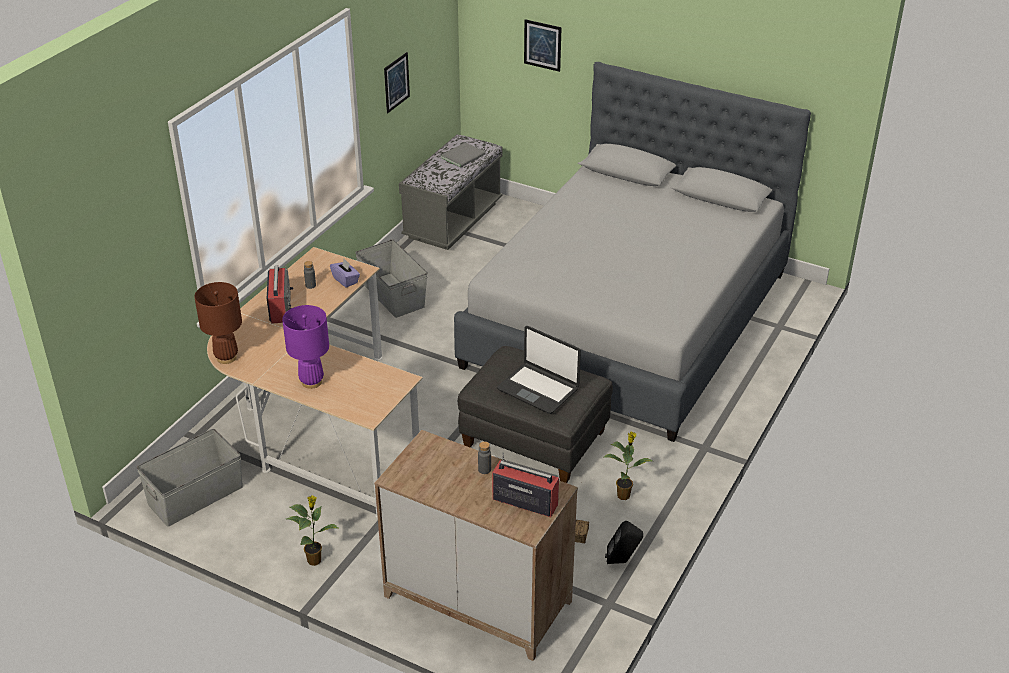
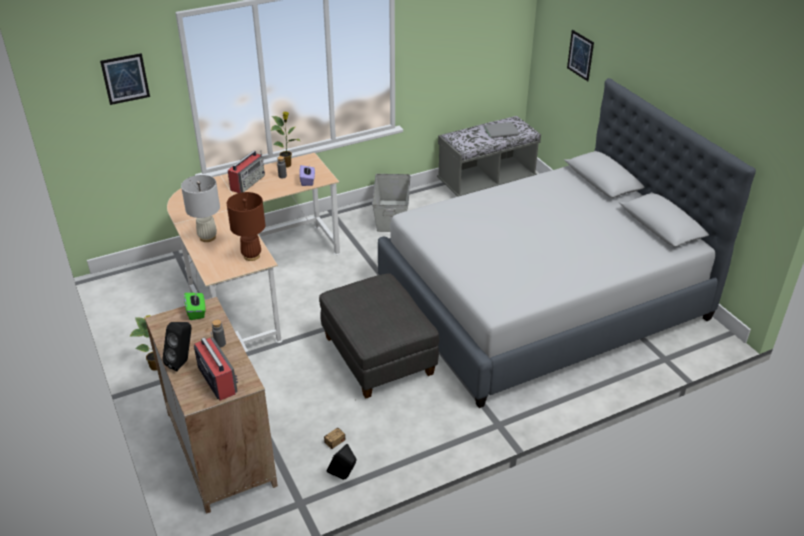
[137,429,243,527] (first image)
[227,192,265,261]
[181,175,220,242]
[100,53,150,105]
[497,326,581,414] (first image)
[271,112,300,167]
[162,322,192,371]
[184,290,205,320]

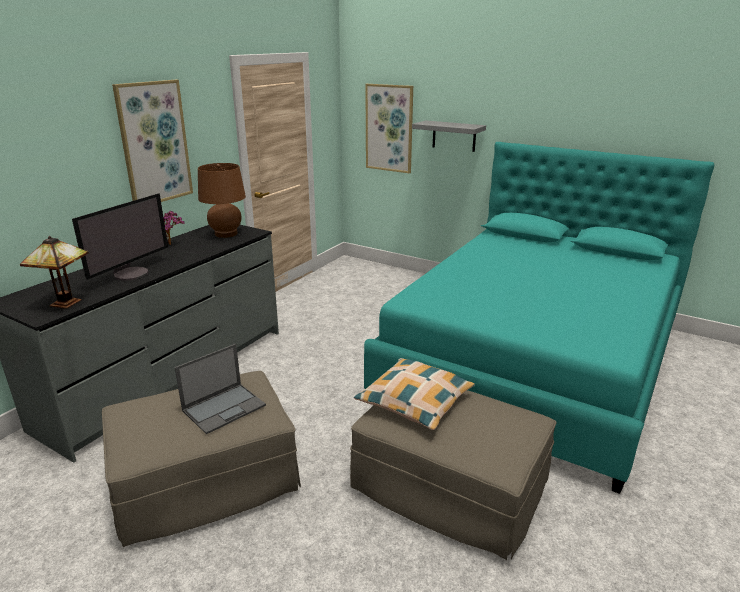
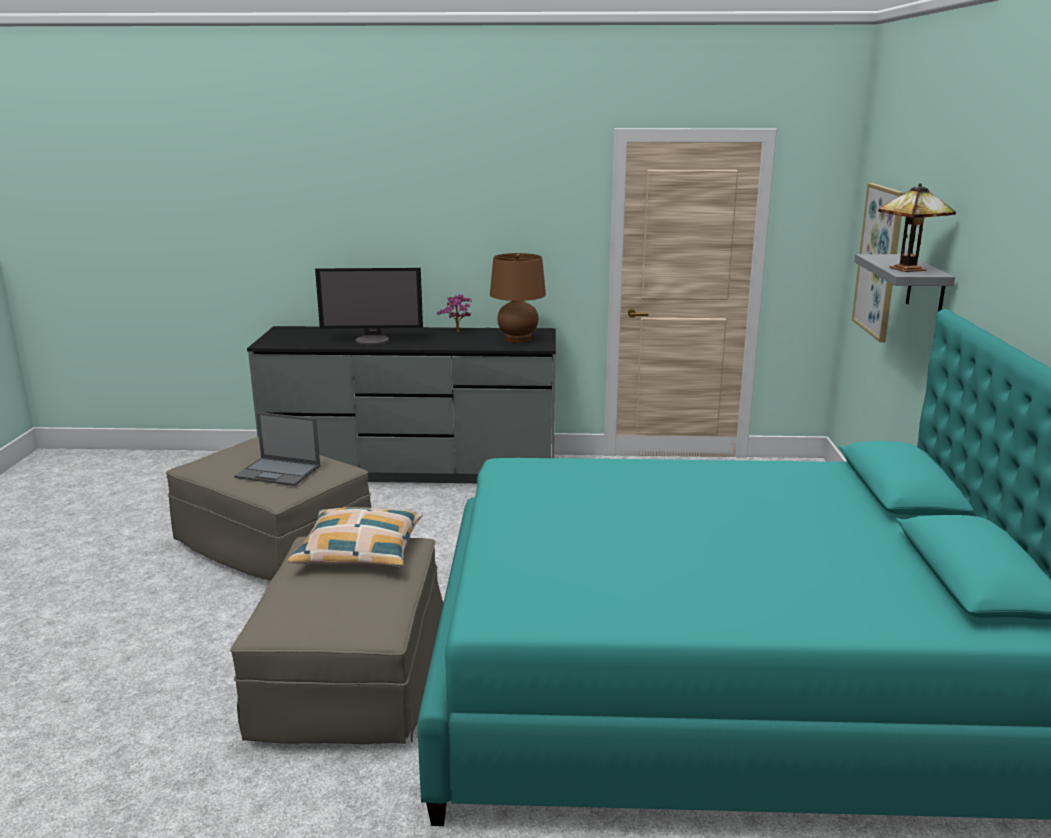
[878,183,956,272]
[112,80,193,202] (first image)

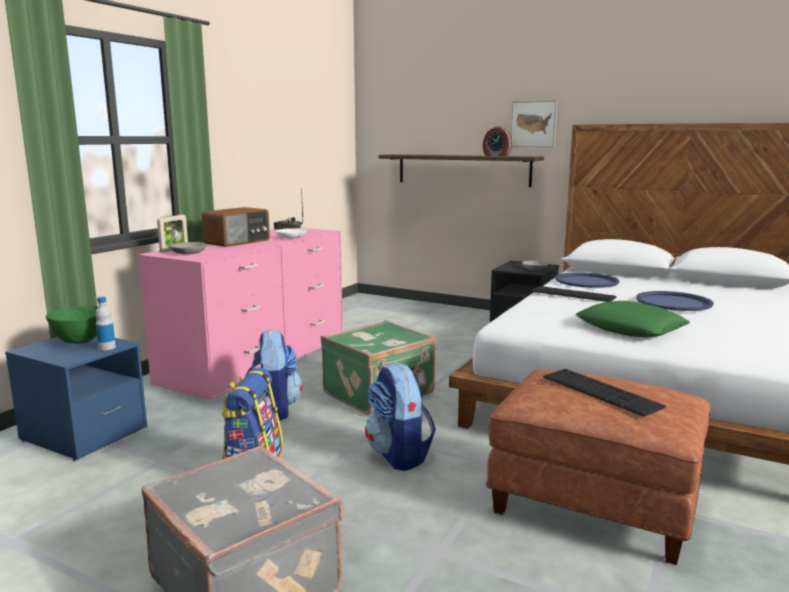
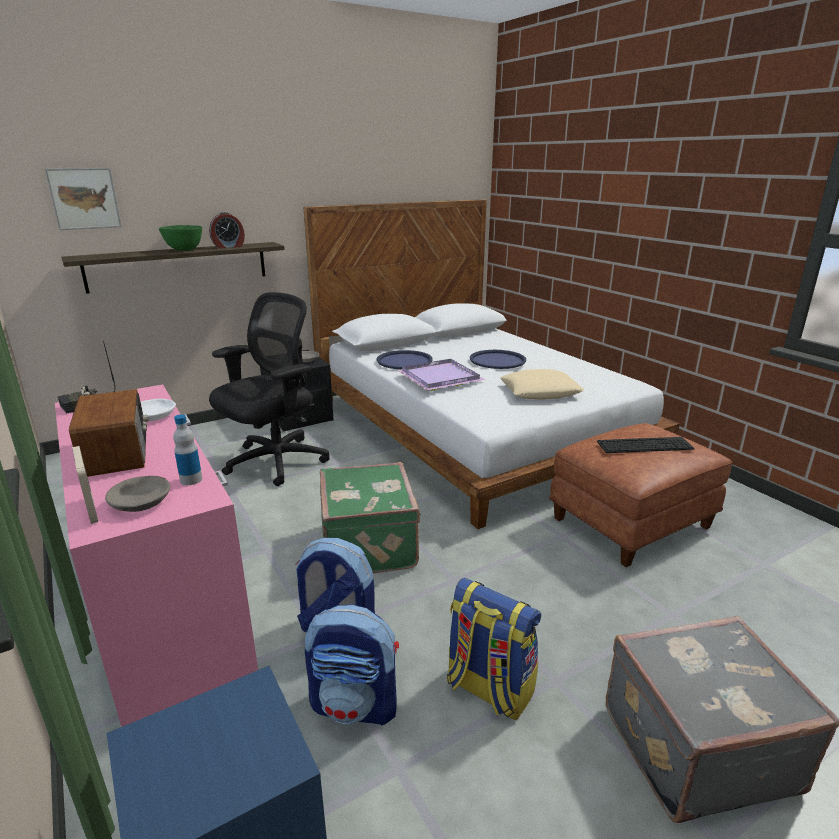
[159,225,202,251]
[173,414,202,485]
[305,604,399,726]
[45,168,122,230]
[398,359,485,391]
[500,369,584,400]
[209,292,329,486]

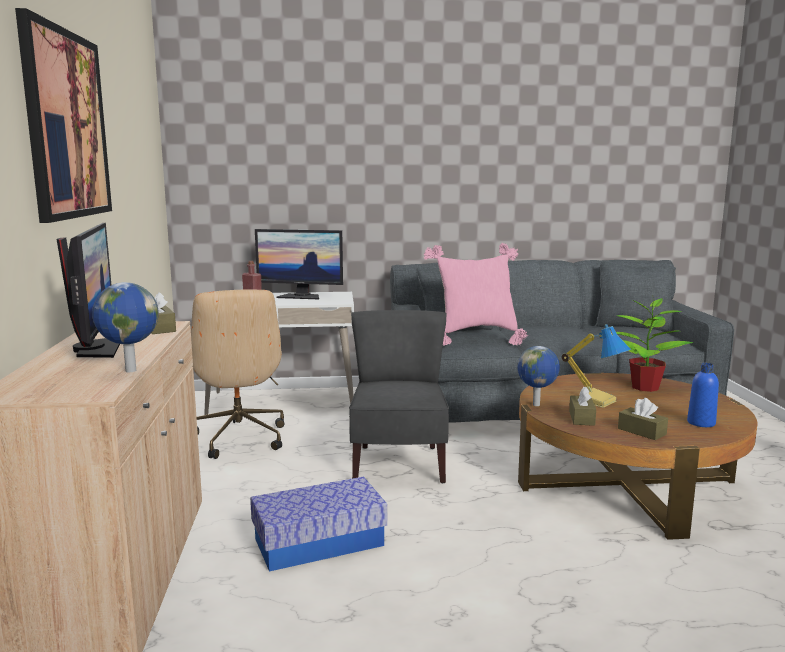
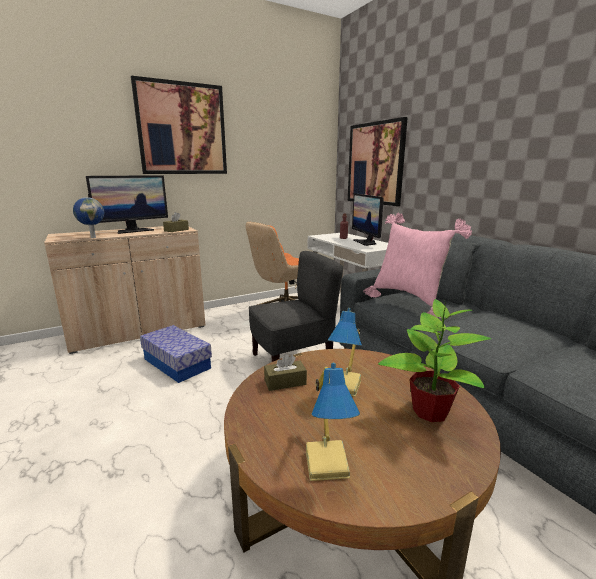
[517,346,560,406] (first image)
[618,398,668,440] (first image)
[306,363,360,481]
[348,117,408,206]

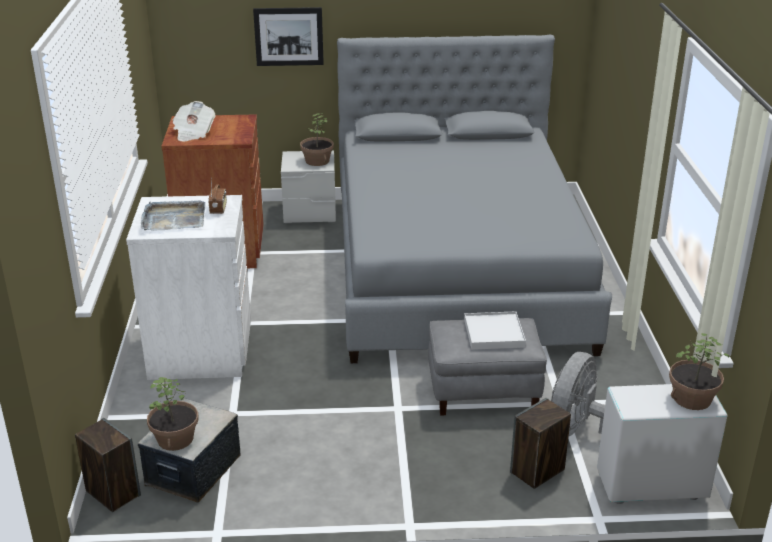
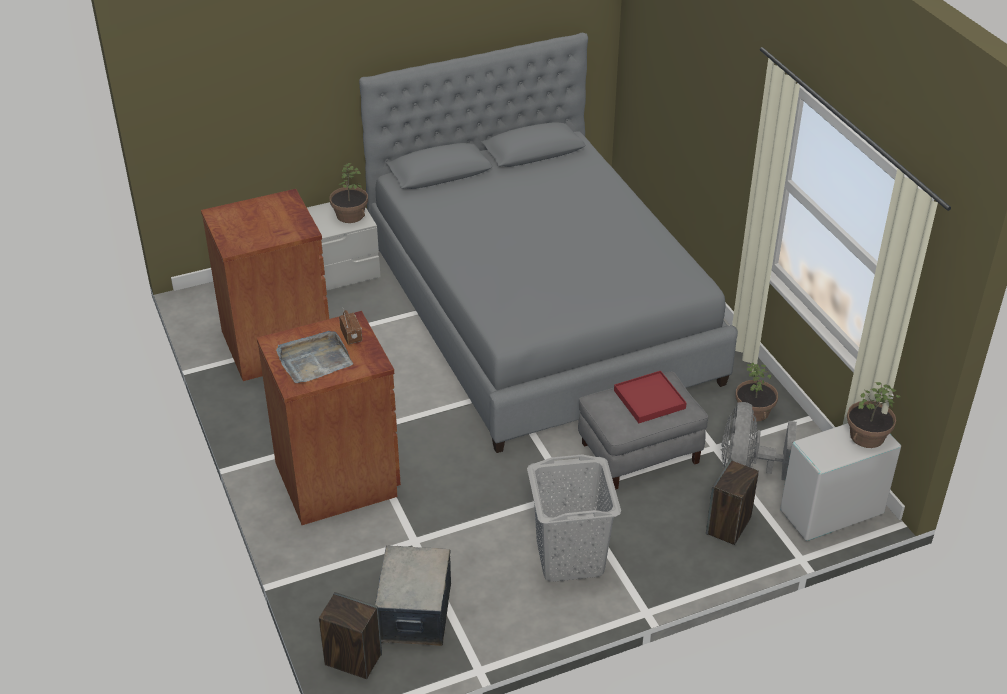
[257,311,401,525]
[736,363,778,422]
[172,101,215,141] (first image)
[253,7,324,66] (first image)
[614,371,687,423]
[527,455,621,582]

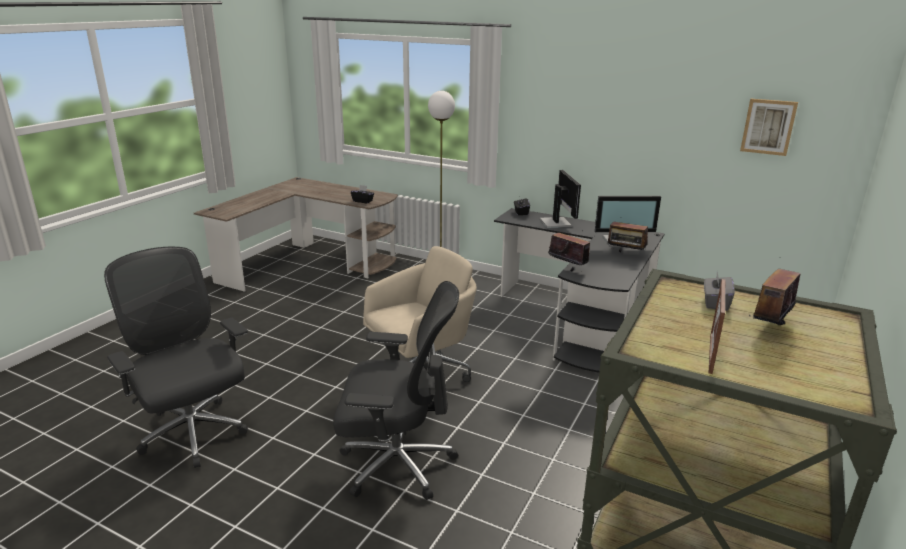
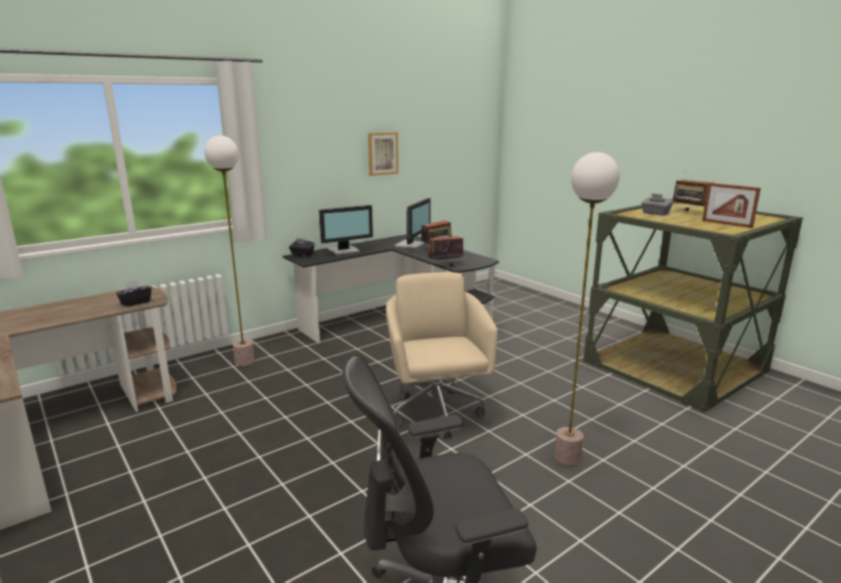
[554,152,620,466]
[319,205,373,255]
[368,132,398,176]

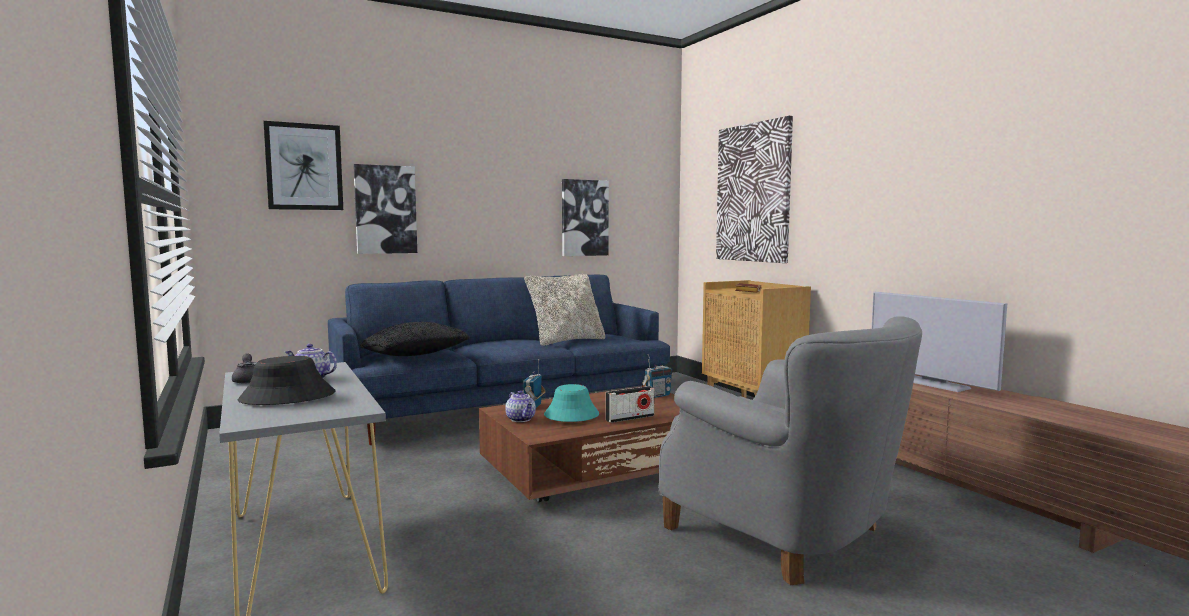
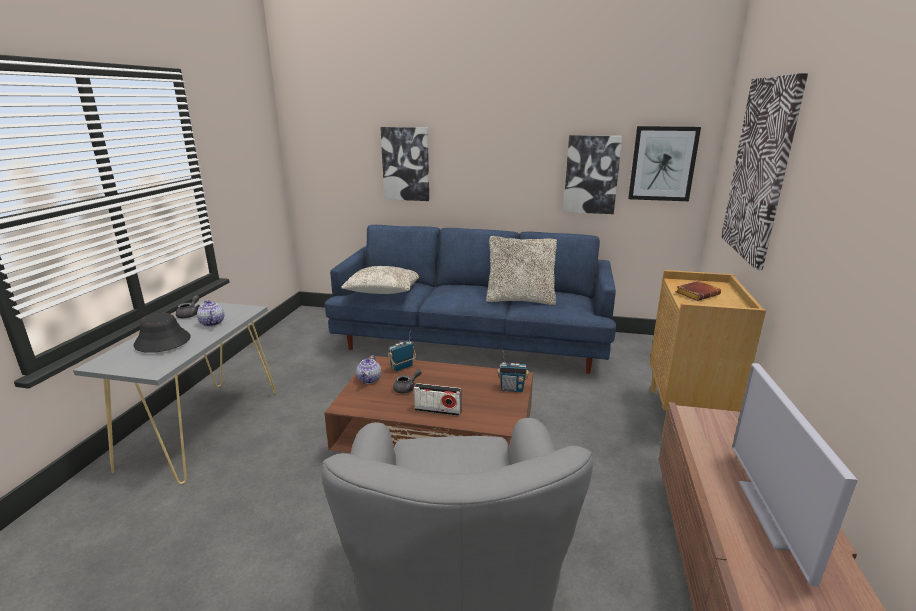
[628,126,701,201]
[341,266,419,294]
[393,369,422,394]

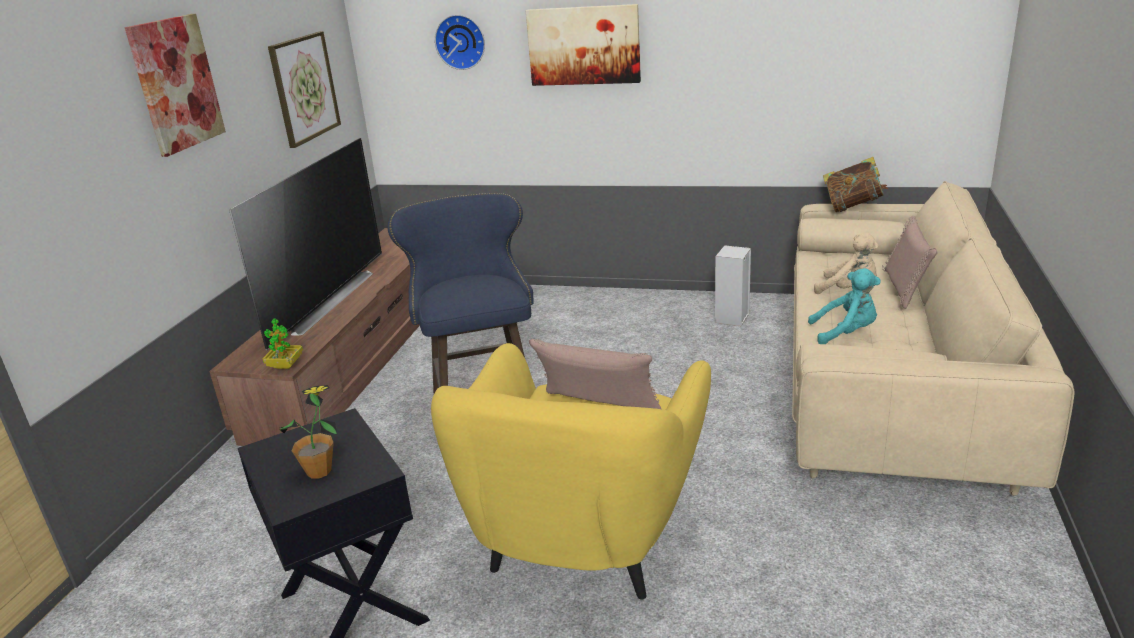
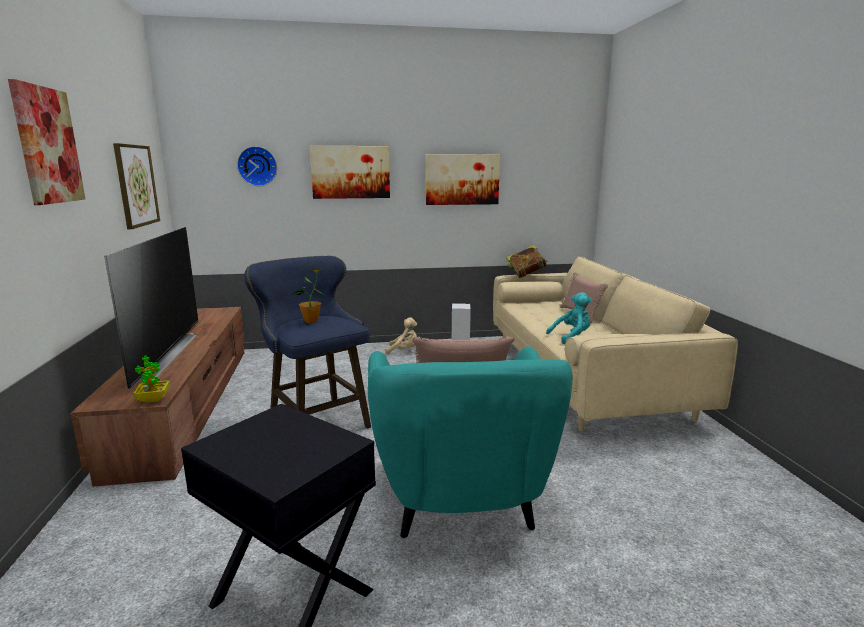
[293,269,324,323]
[368,346,572,538]
[385,317,417,354]
[426,154,500,205]

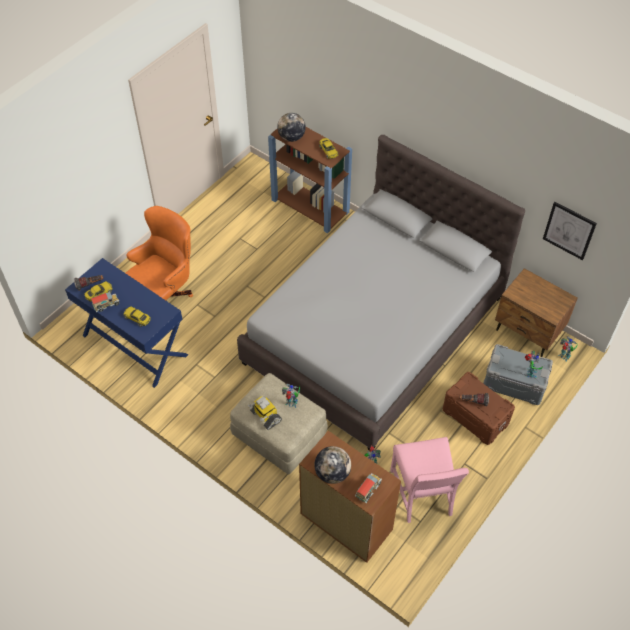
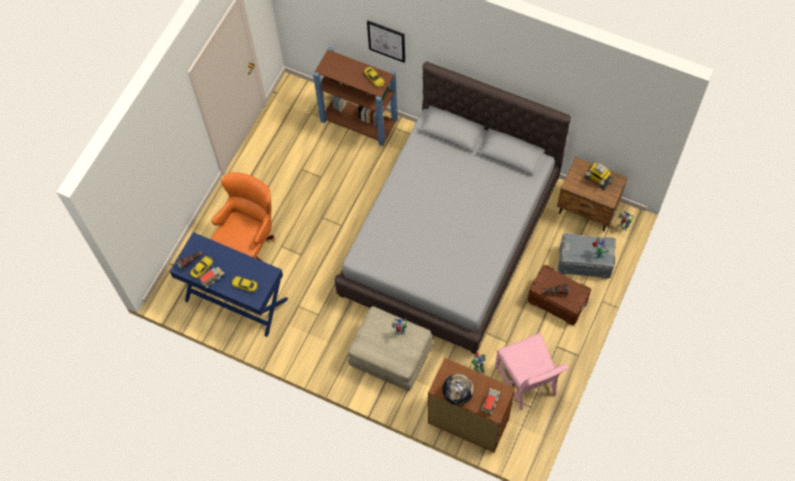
[585,163,613,190]
[277,113,306,142] (first image)
[367,21,405,63]

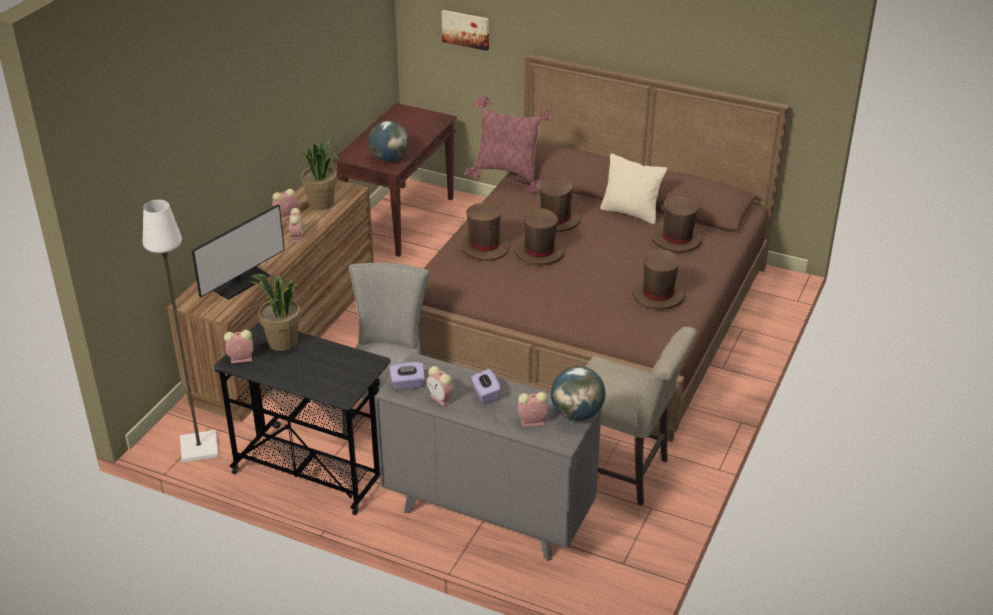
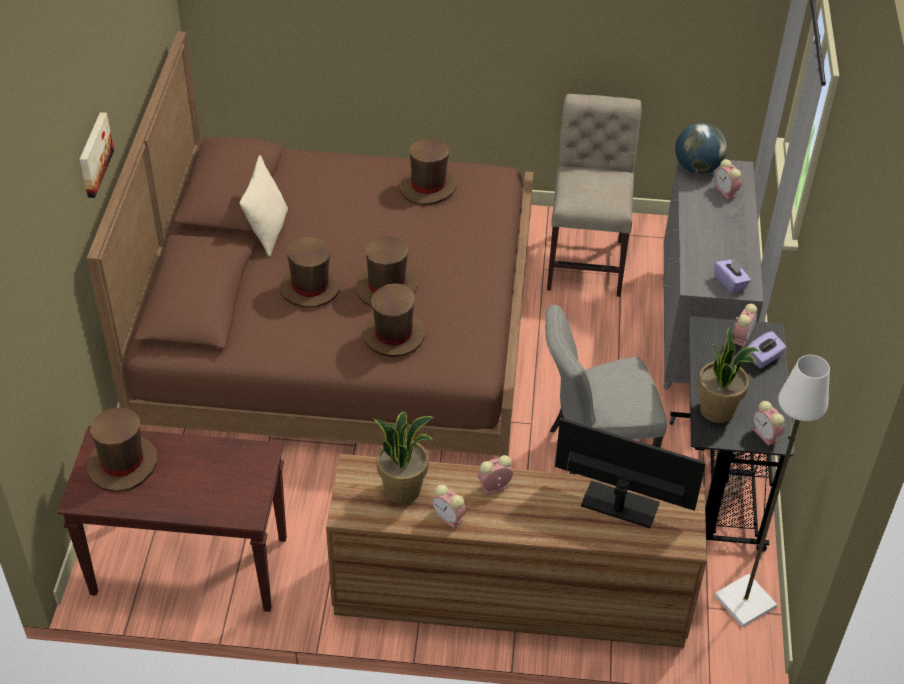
[368,121,409,162] (first image)
[734,304,757,347]
[80,112,114,198]
[464,96,553,193] (first image)
[747,331,786,369]
[87,408,158,492]

